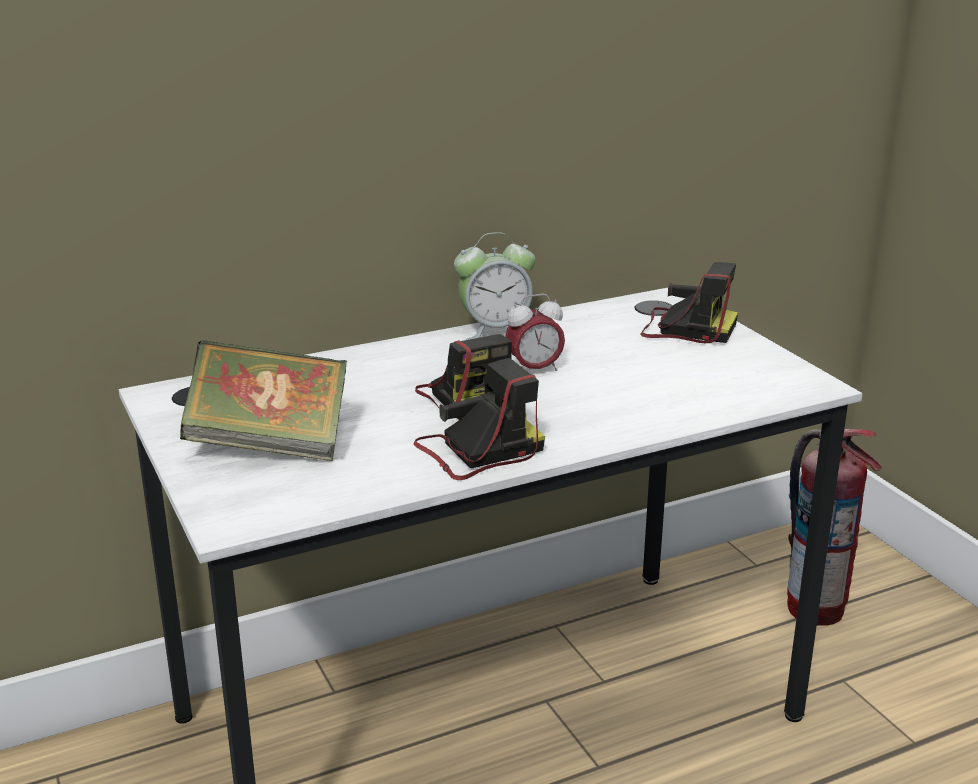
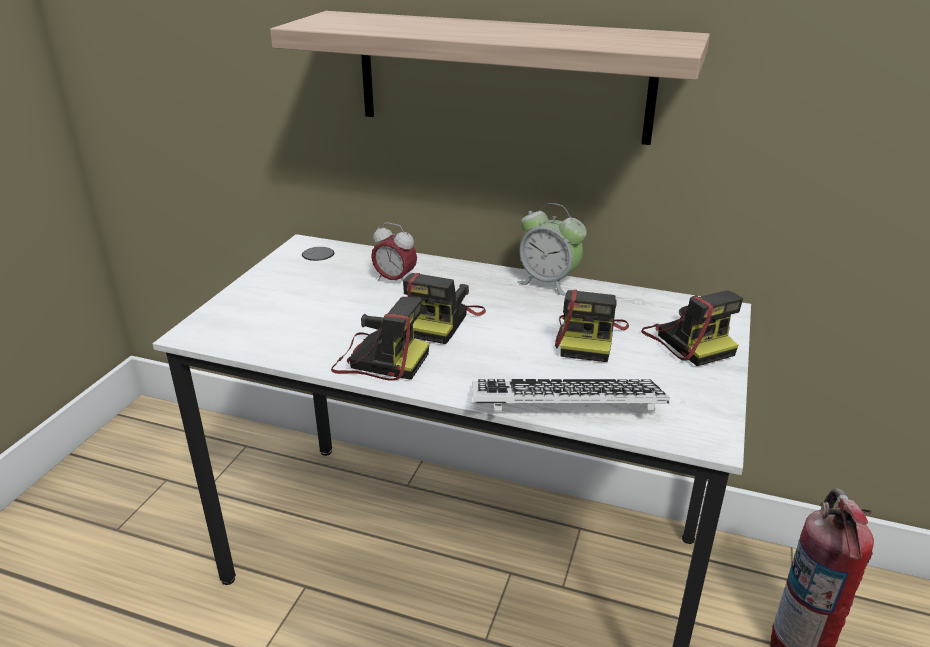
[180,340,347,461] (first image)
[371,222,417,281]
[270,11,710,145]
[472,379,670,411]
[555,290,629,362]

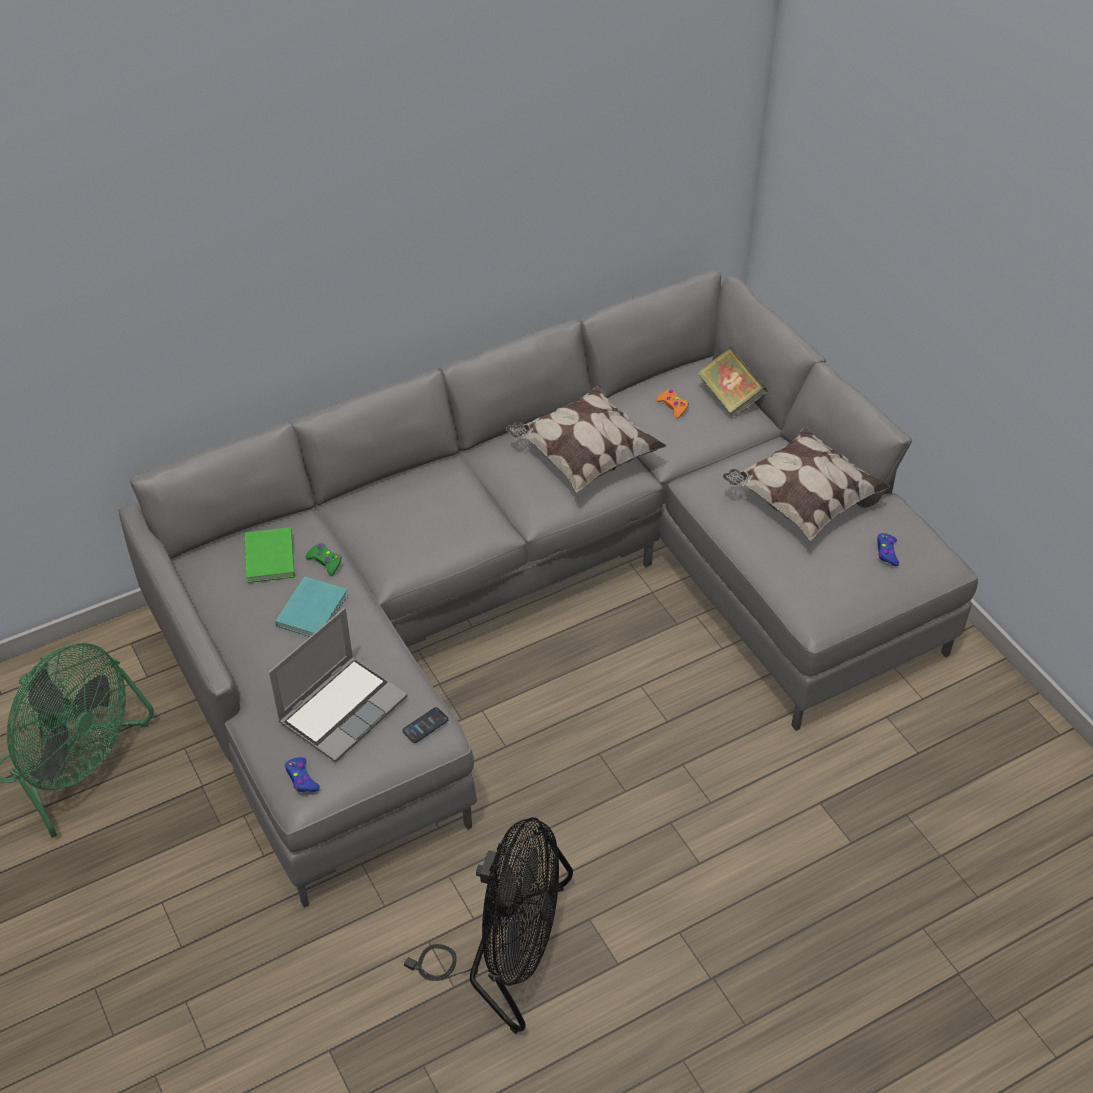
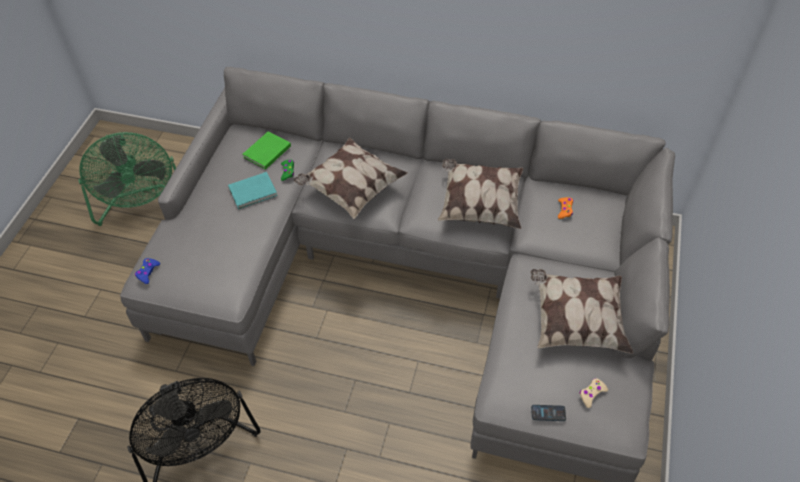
[269,608,407,763] (first image)
[531,405,566,421]
[697,347,768,418] (first image)
[580,378,608,408]
[294,138,408,219]

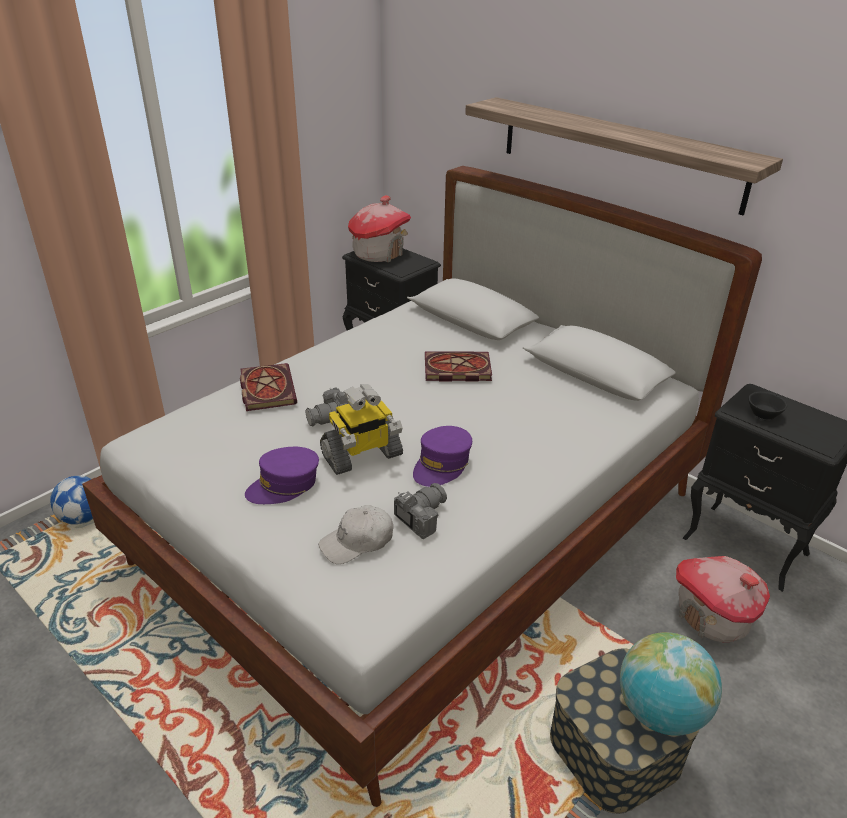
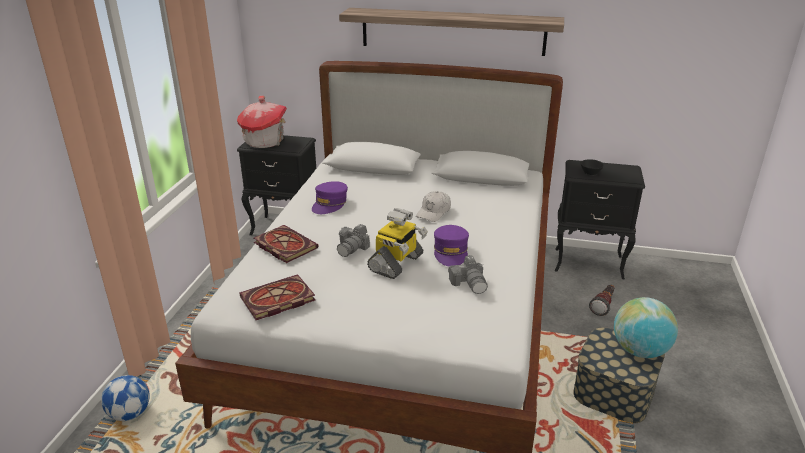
[312,181,348,214]
[416,191,451,222]
[448,255,488,294]
[239,274,315,320]
[589,285,615,316]

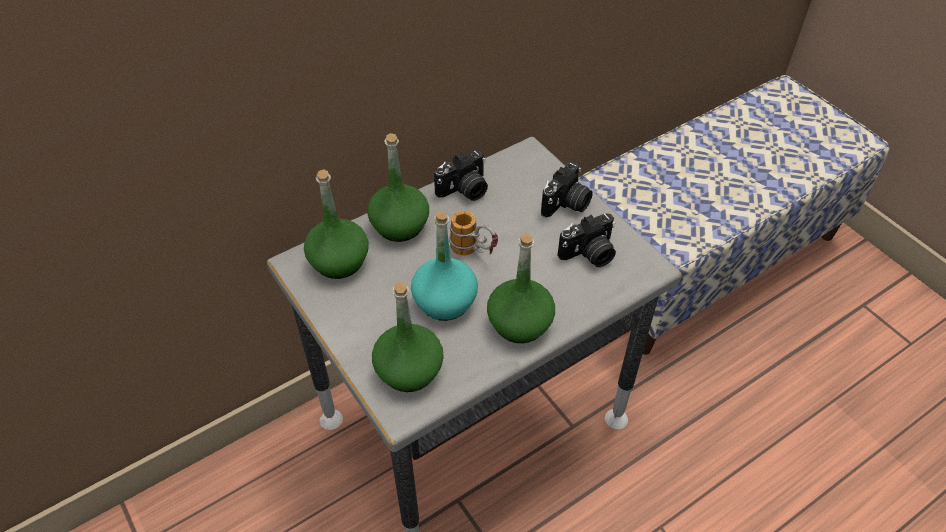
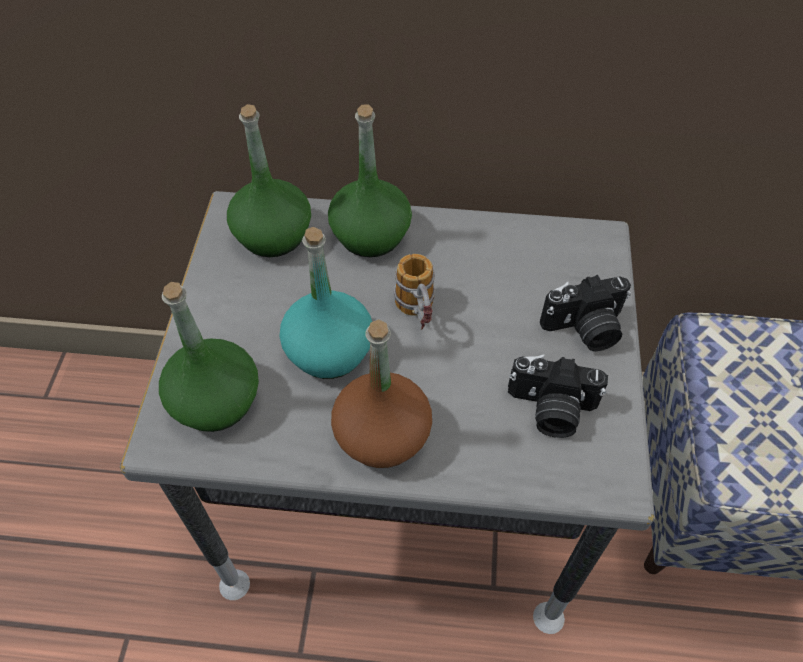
[434,150,488,201] (first image)
[331,319,432,468]

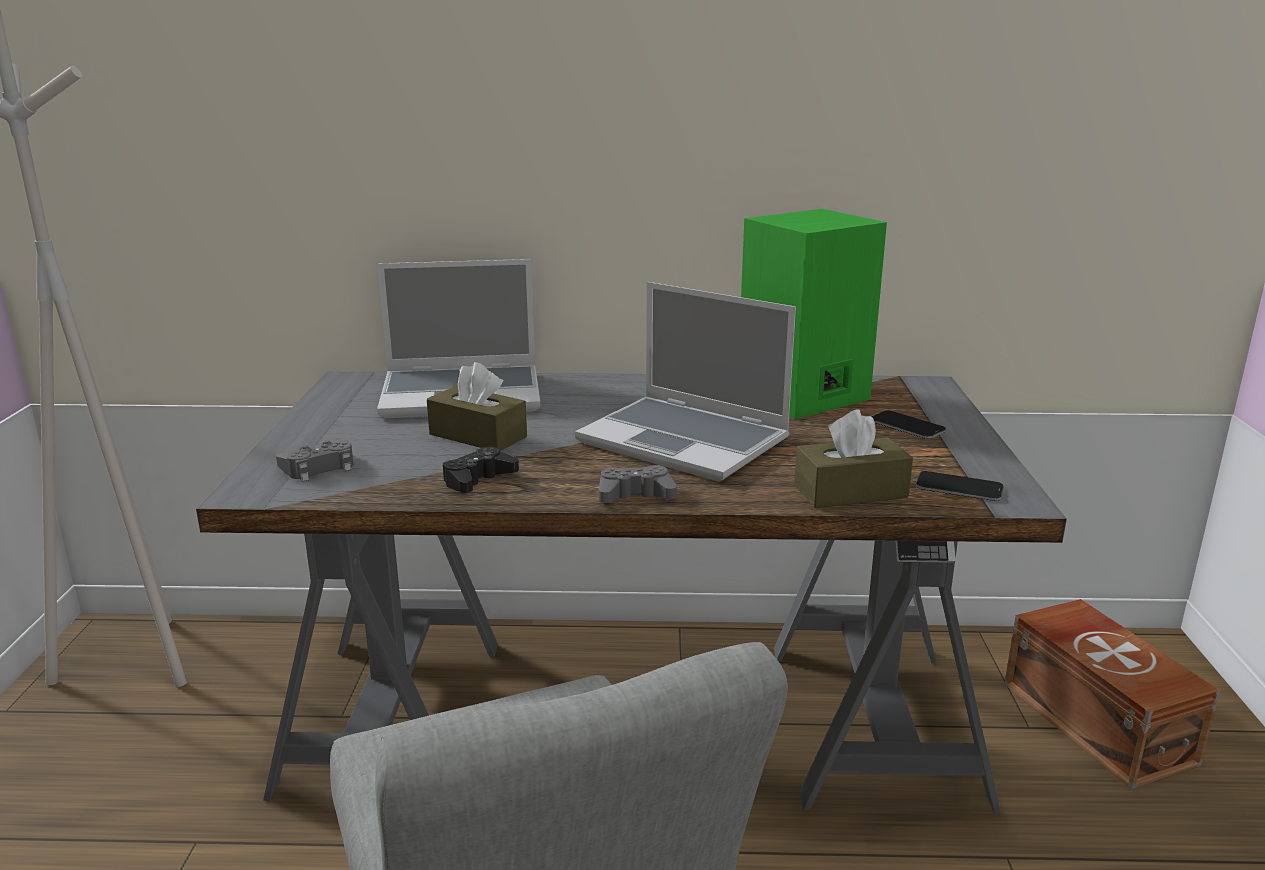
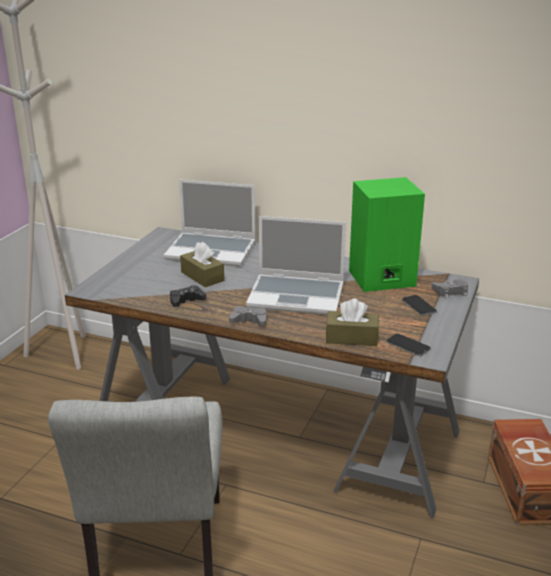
[432,279,468,298]
[246,216,346,315]

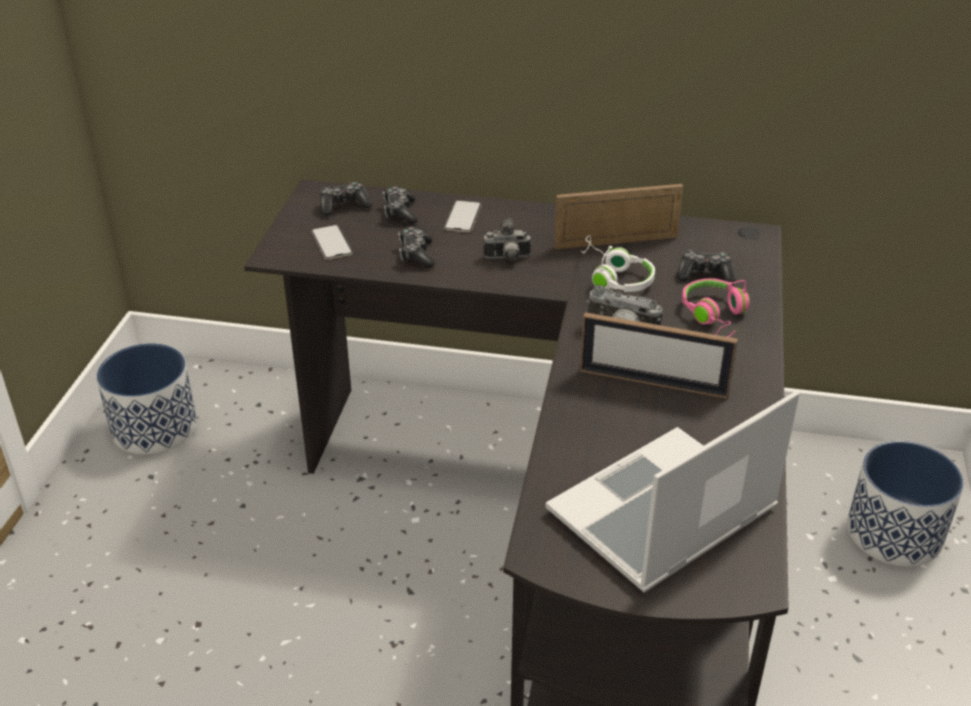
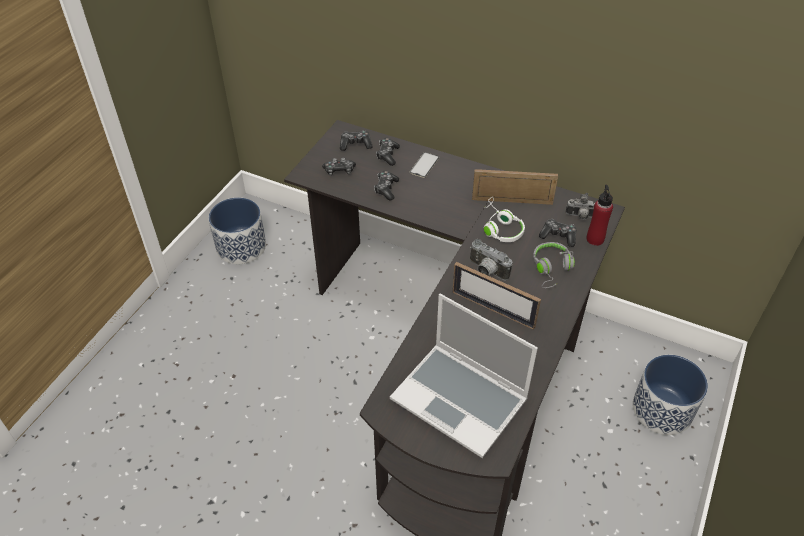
[322,157,356,176]
[566,193,595,220]
[390,294,538,458]
[533,242,575,288]
[586,185,613,246]

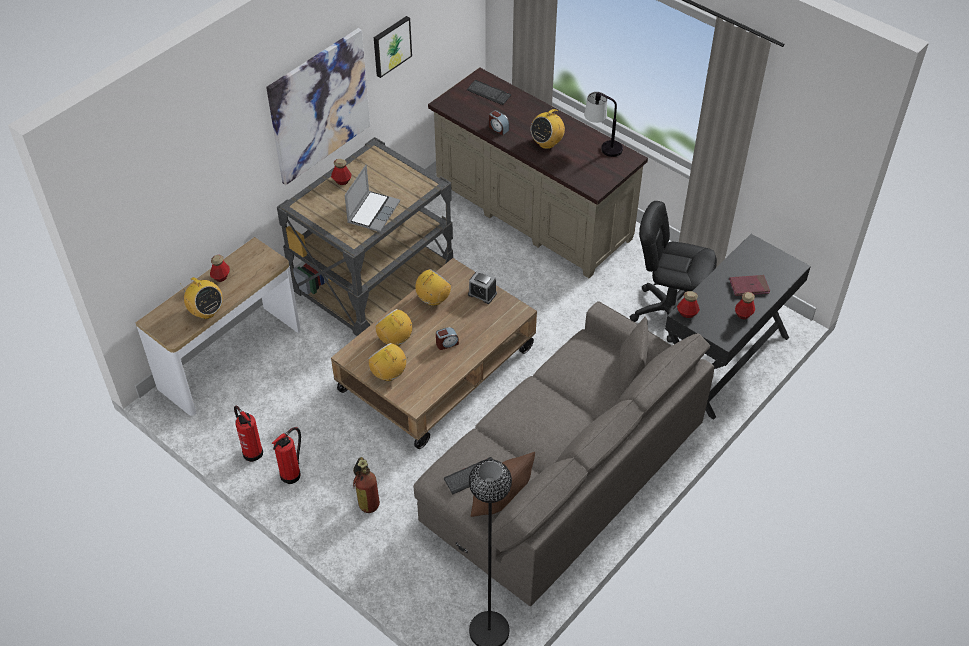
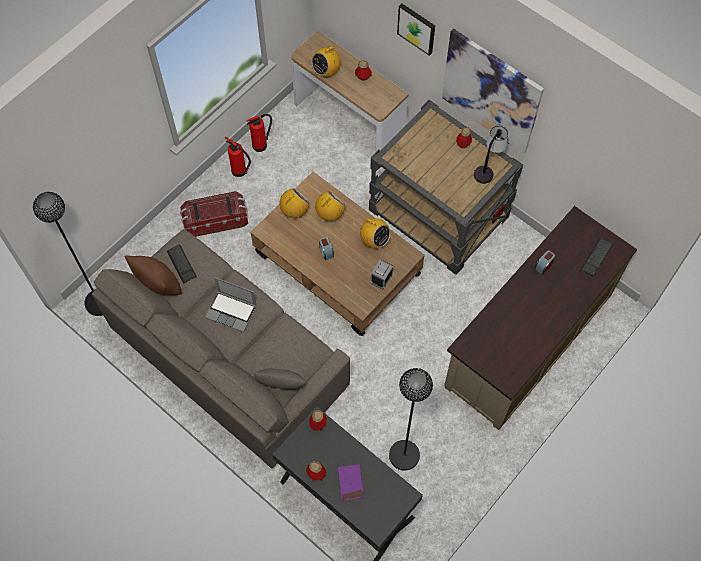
[205,277,257,332]
[180,191,248,237]
[397,3,435,56]
[530,109,565,149] (first image)
[474,125,508,184]
[389,368,433,471]
[338,465,364,501]

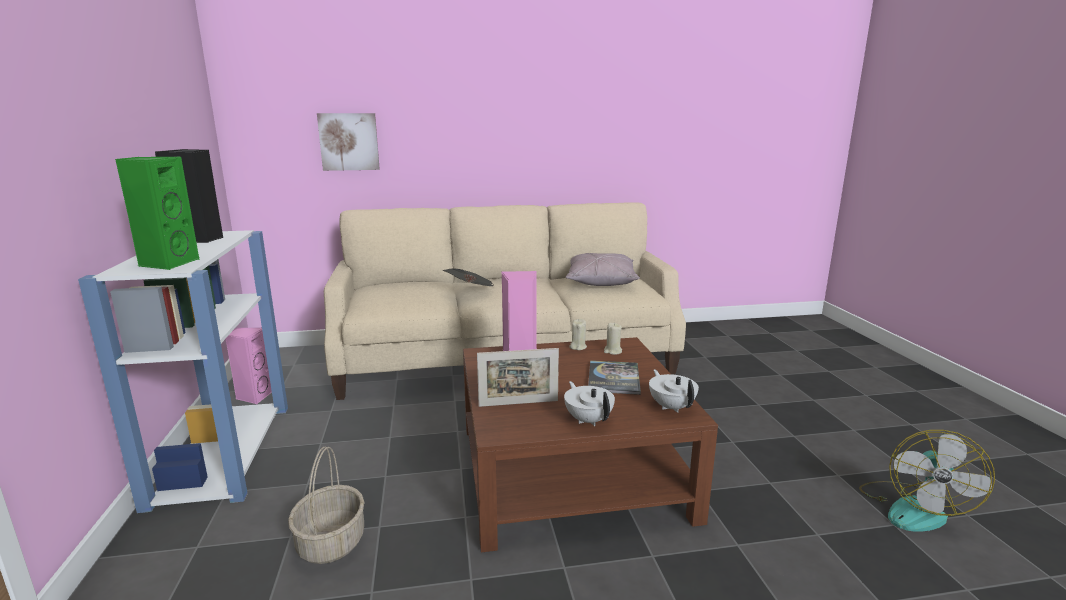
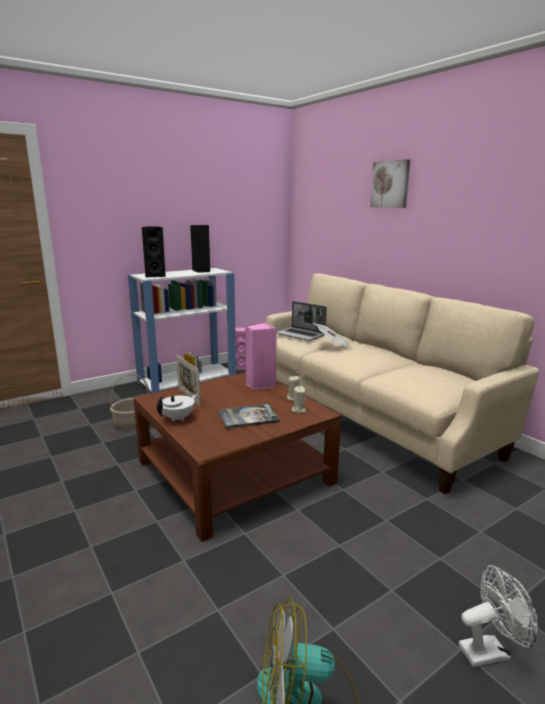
[142,226,166,277]
[370,159,410,208]
[566,253,640,286] (first image)
[649,370,699,413] (first image)
[276,301,327,341]
[458,565,538,667]

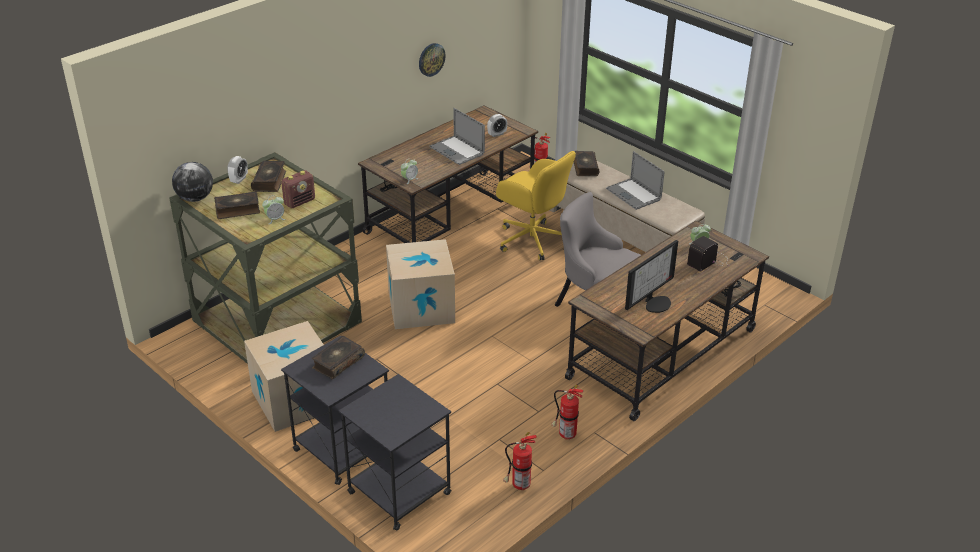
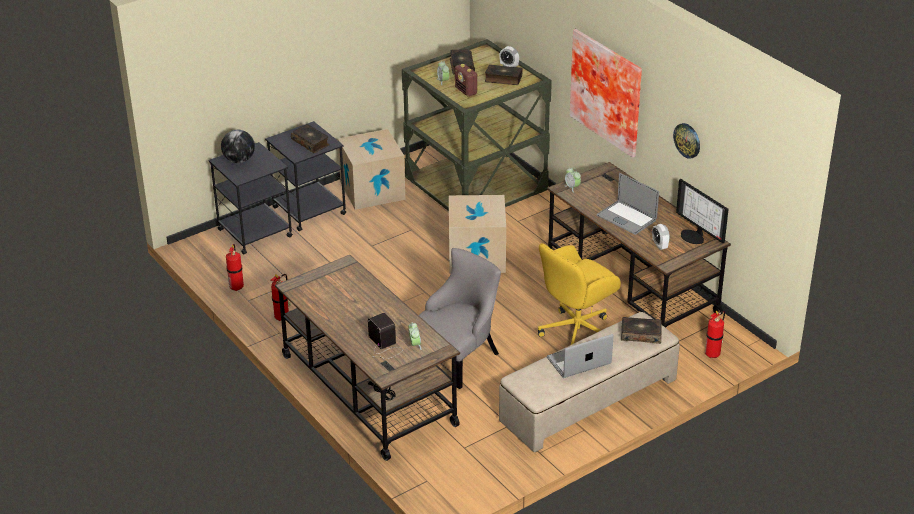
[221,130,255,163]
[597,173,659,235]
[676,179,729,244]
[570,29,642,158]

